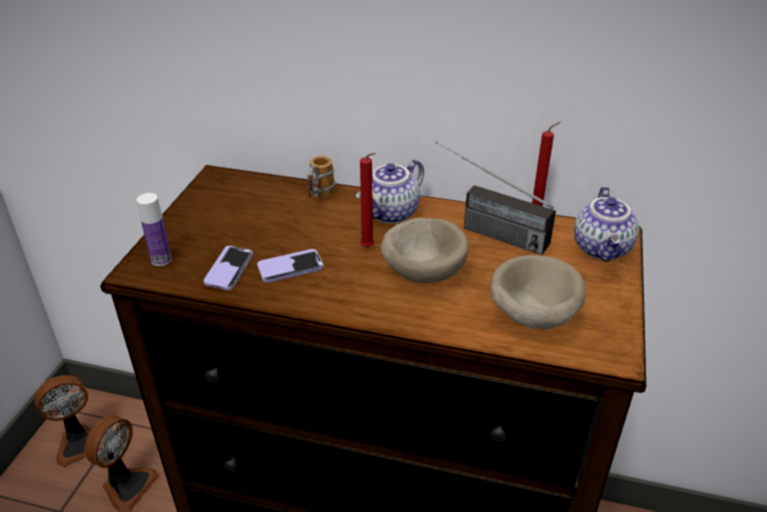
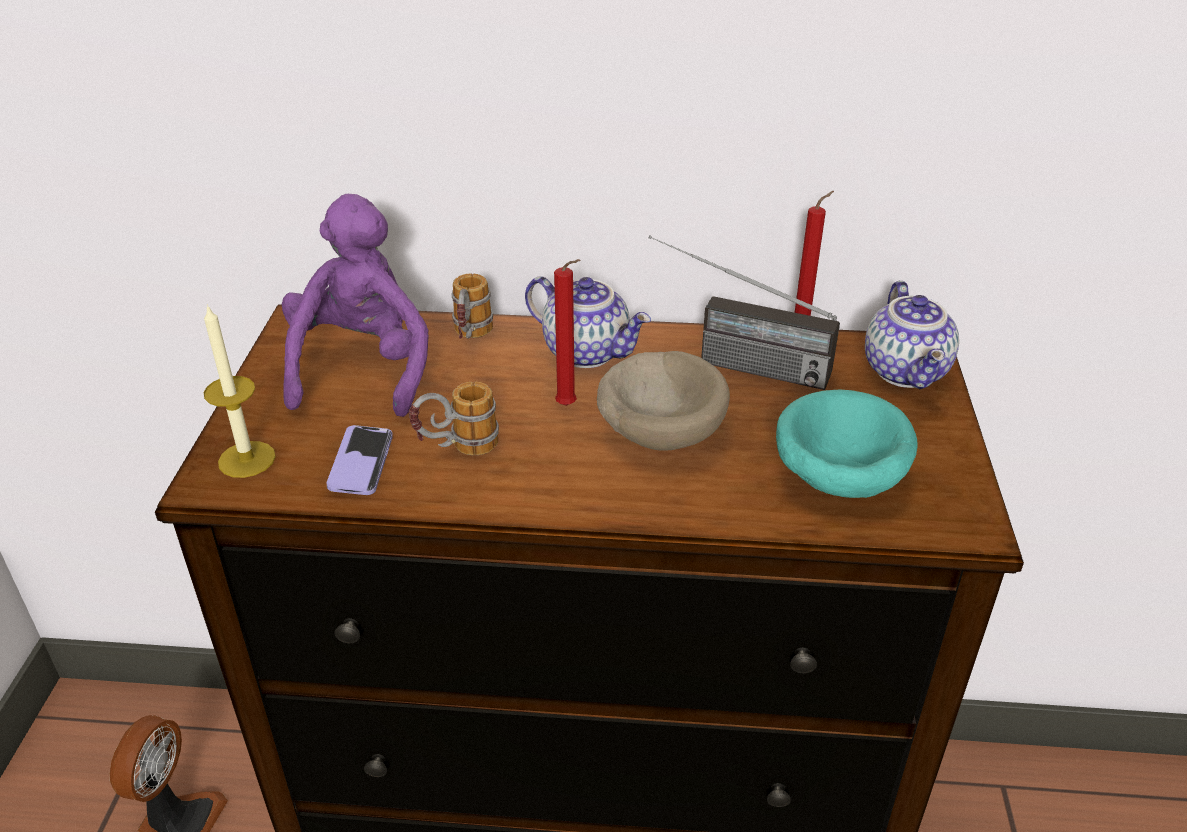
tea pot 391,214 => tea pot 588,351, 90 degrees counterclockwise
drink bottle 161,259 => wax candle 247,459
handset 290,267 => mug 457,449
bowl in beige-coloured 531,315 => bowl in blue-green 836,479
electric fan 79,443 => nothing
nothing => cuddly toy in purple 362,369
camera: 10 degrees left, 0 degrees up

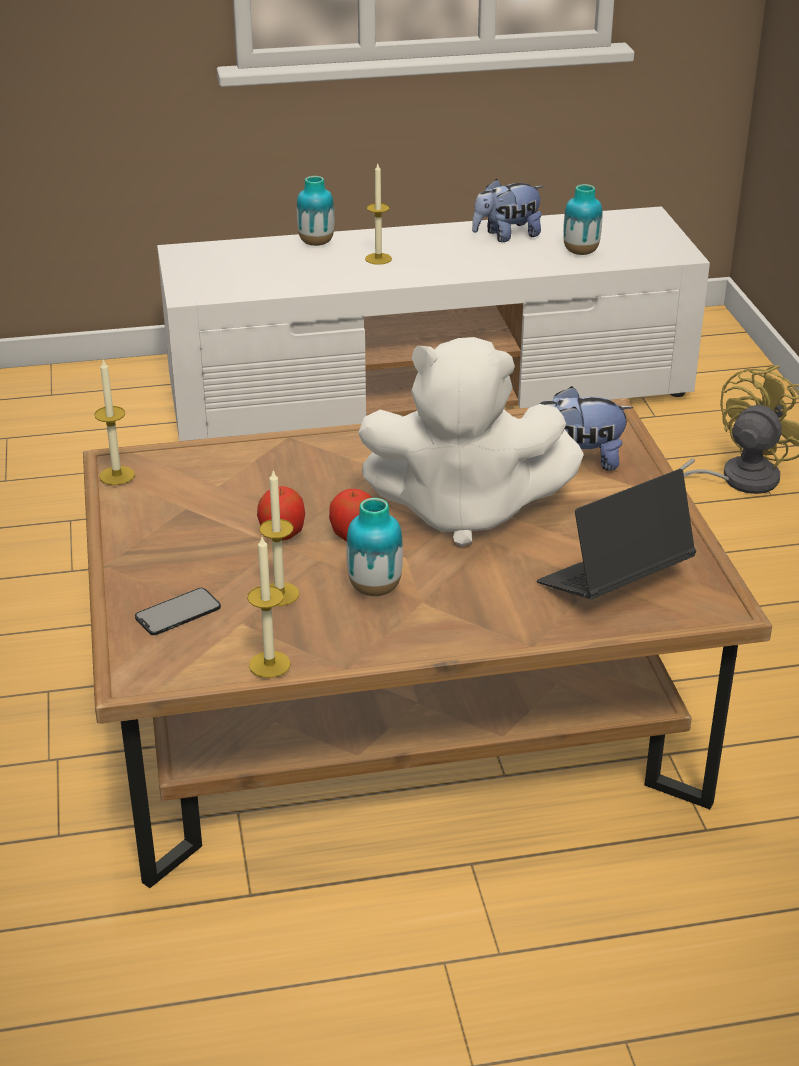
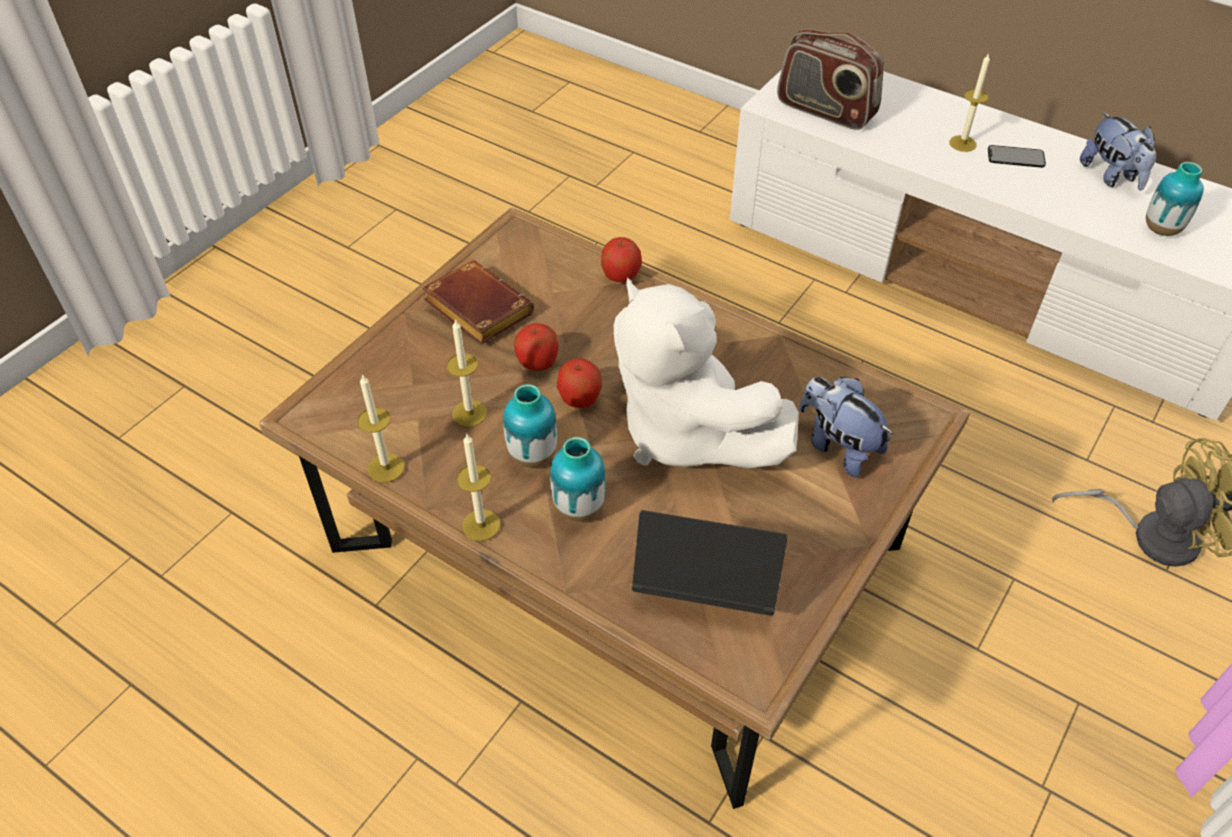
vase 316,243 => vase 579,508, relocated
cuddly toy 506,236 => cuddly toy 1111,176, 135 degrees counterclockwise
wax candle 117,475 => wax candle 481,525, relocated
handset 178,612 => handset 1016,157, relocated
nothing => radio 825,110
nothing => whole apple 621,276
nothing => volume in brownish 474,309
camera: 45 degrees right, 15 degrees up

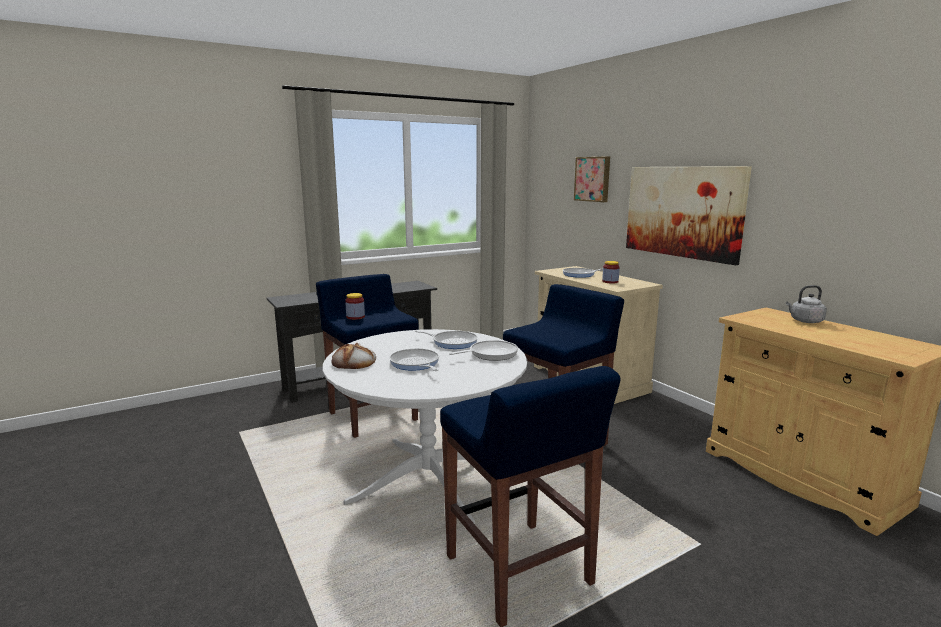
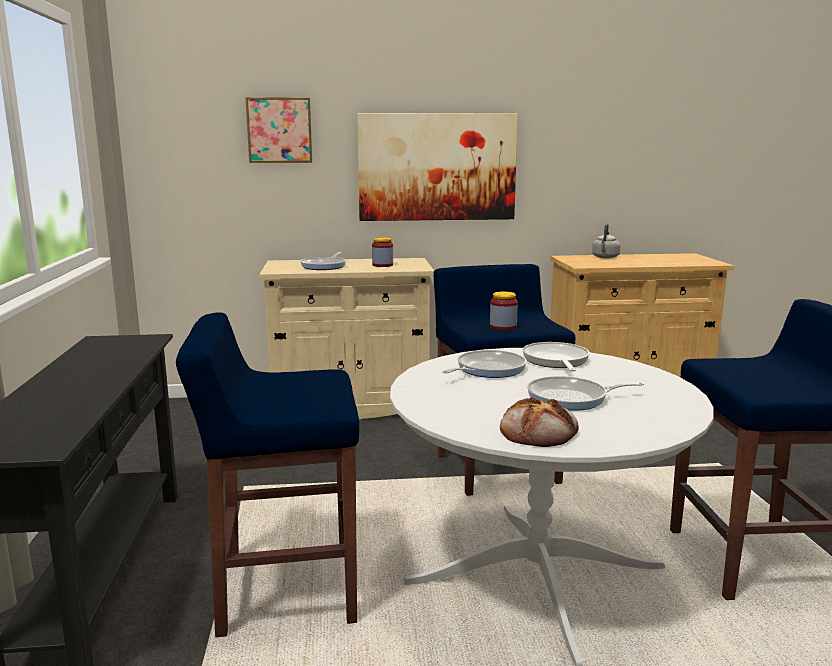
preserve jar 355,317 => preserve jar 503,327, relocated
camera: 65 degrees left, 0 degrees up

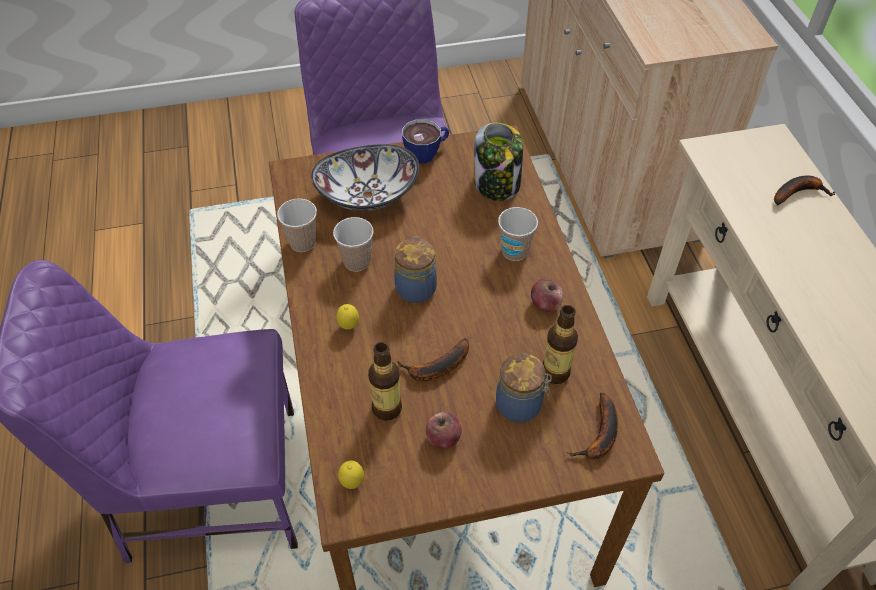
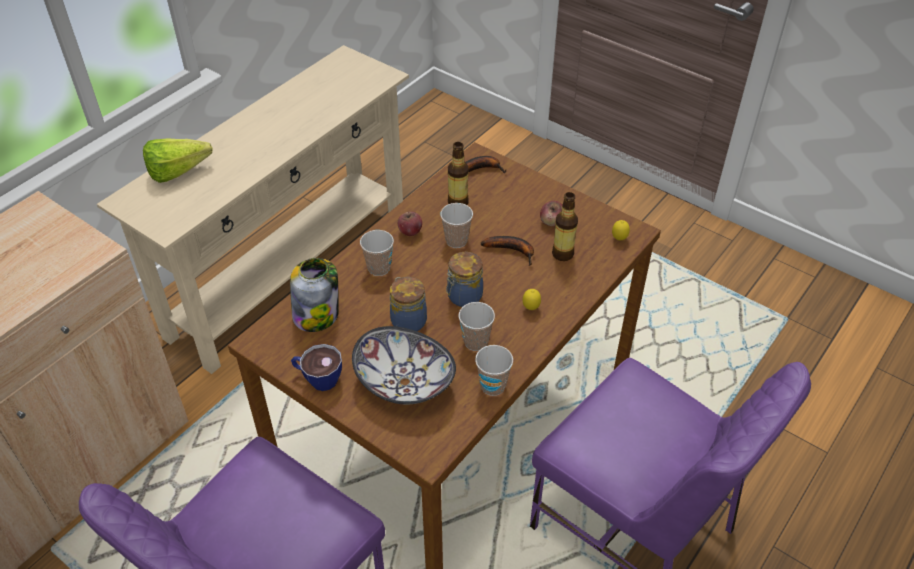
whole banana 798,192 => head of lettuce 183,171
preserve jar 520,405 => preserve jar 408,320, relocated
nothing => drinking cup 456,241
camera: 130 degrees left, 5 degrees down

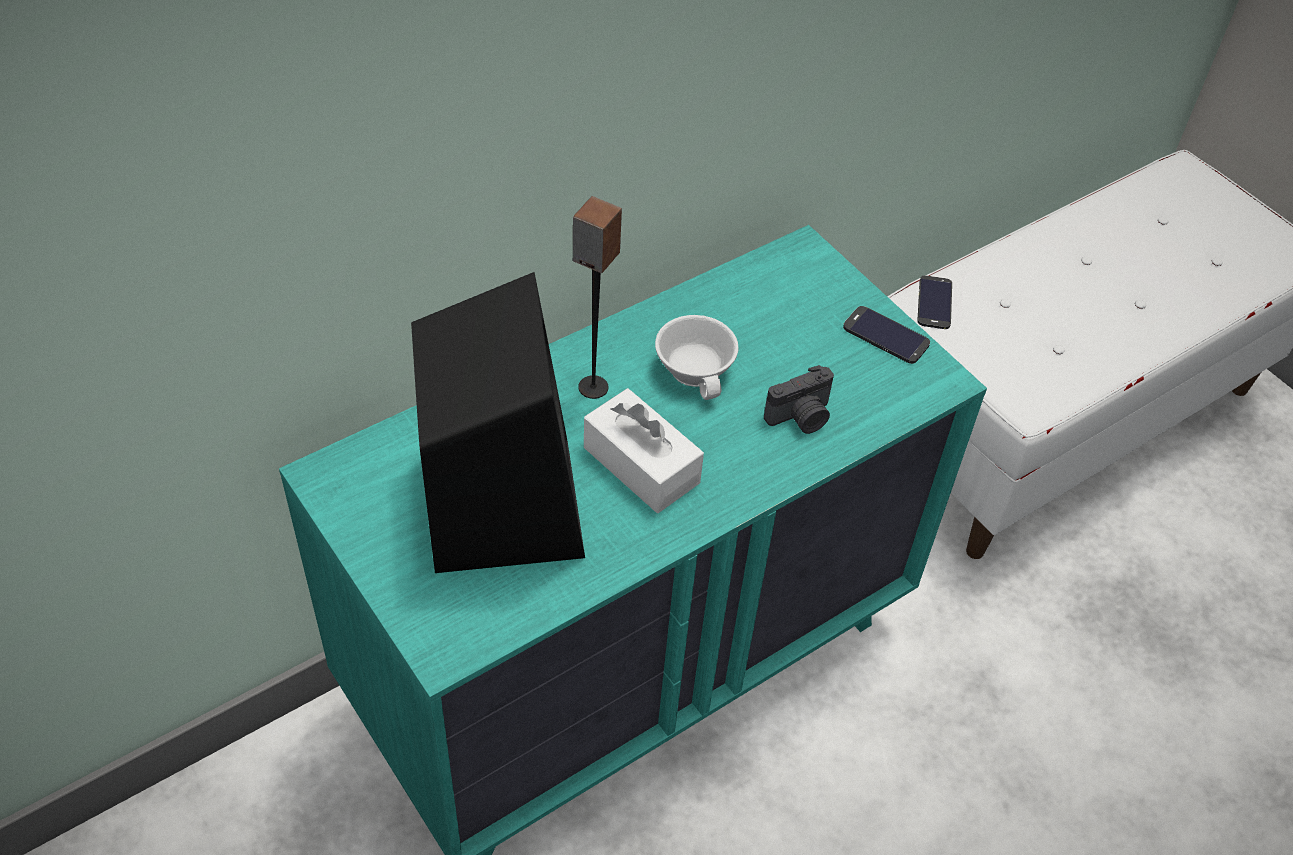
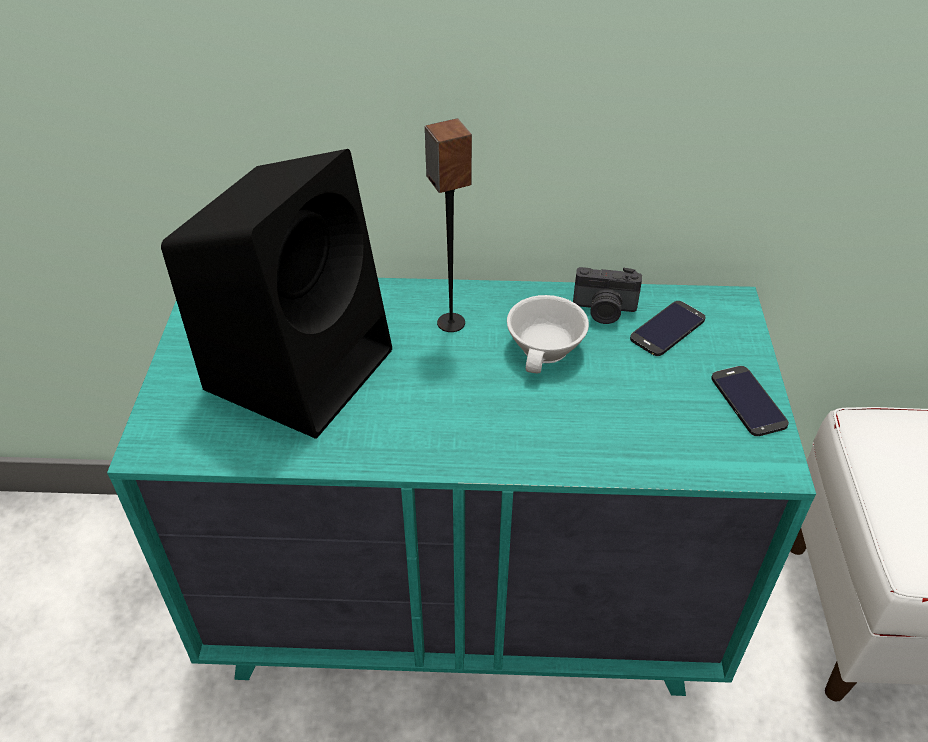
handset 934,303 => handset 667,329, relocated
still camera 801,417 => still camera 604,311, relocated
box of tissues in white 641,465 => nothing
camera: 40 degrees right, 5 degrees down

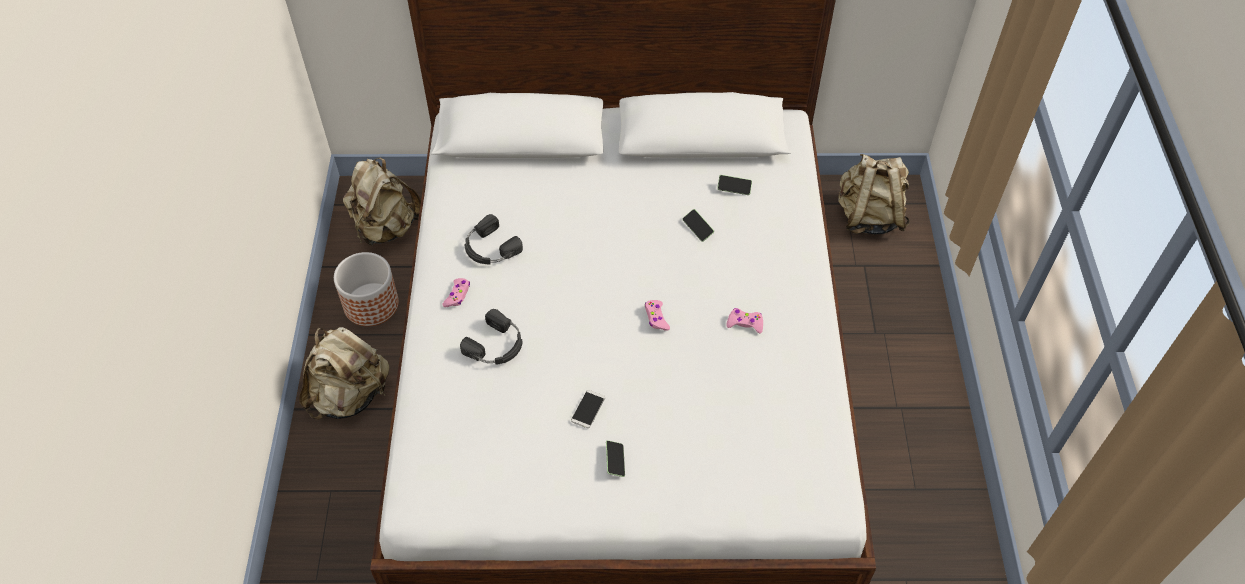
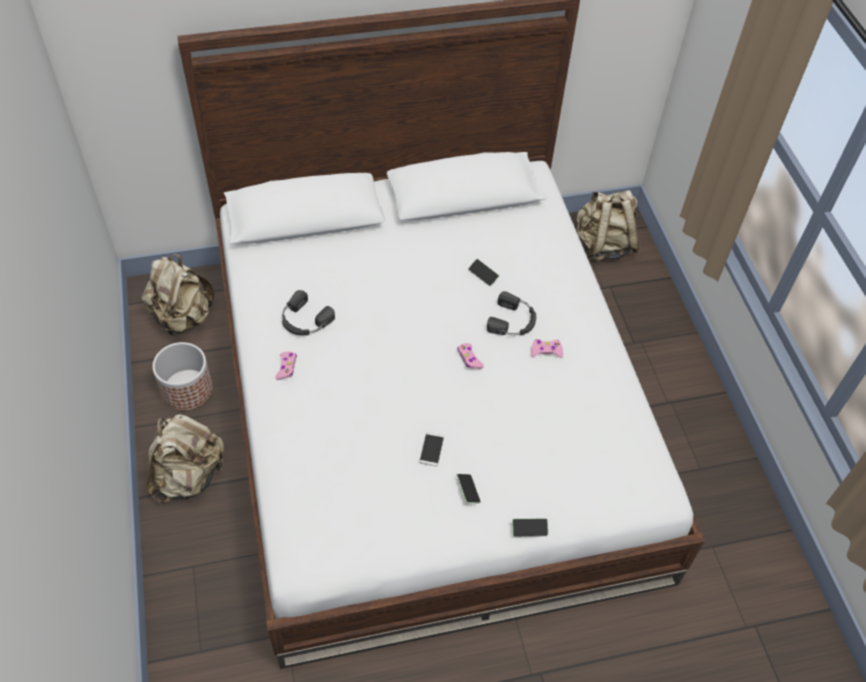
handset 734,188 => handset 529,529, relocated
pair of headphones in black-coloured 496,345 => pair of headphones in black-coloured 513,321, relocated
camera: 15 degrees left, 0 degrees up

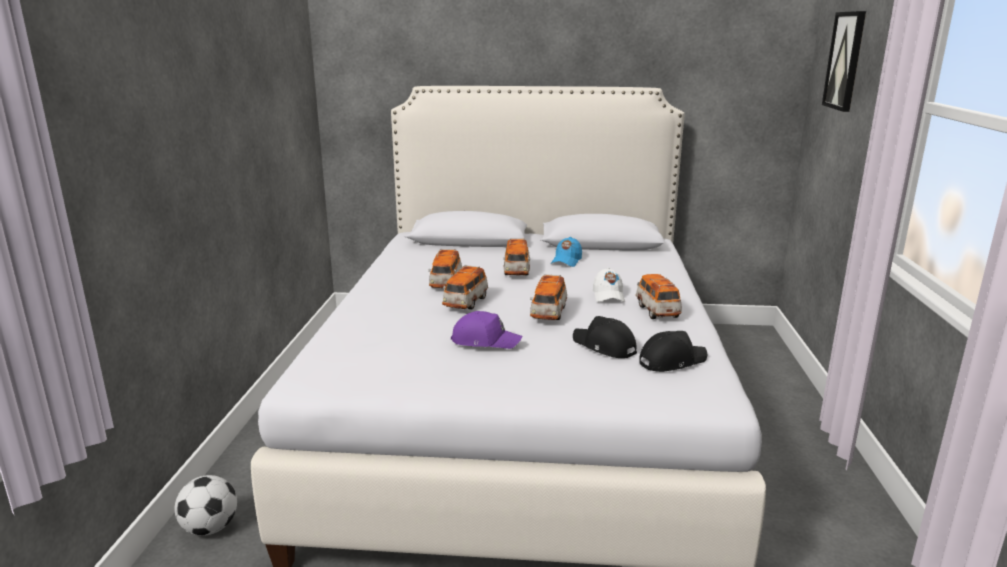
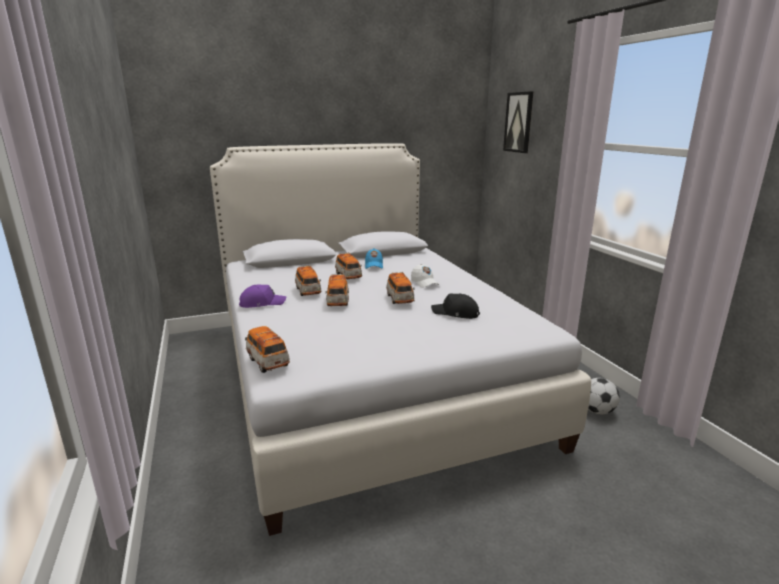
miniature car 657,311 => miniature car 267,362, relocated
cap in purple 485,340 => cap in purple 262,303, relocated
cap in black-coloured 671,361 => nothing
football 210,528 => football 597,411, relocated
camera: 25 degrees left, 0 degrees up

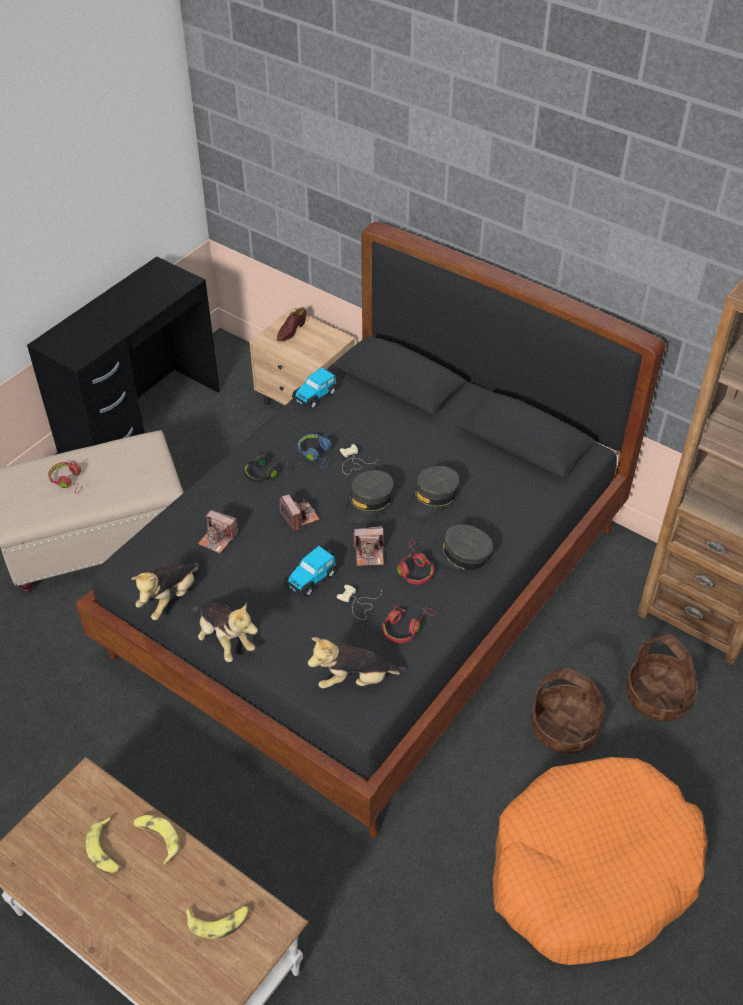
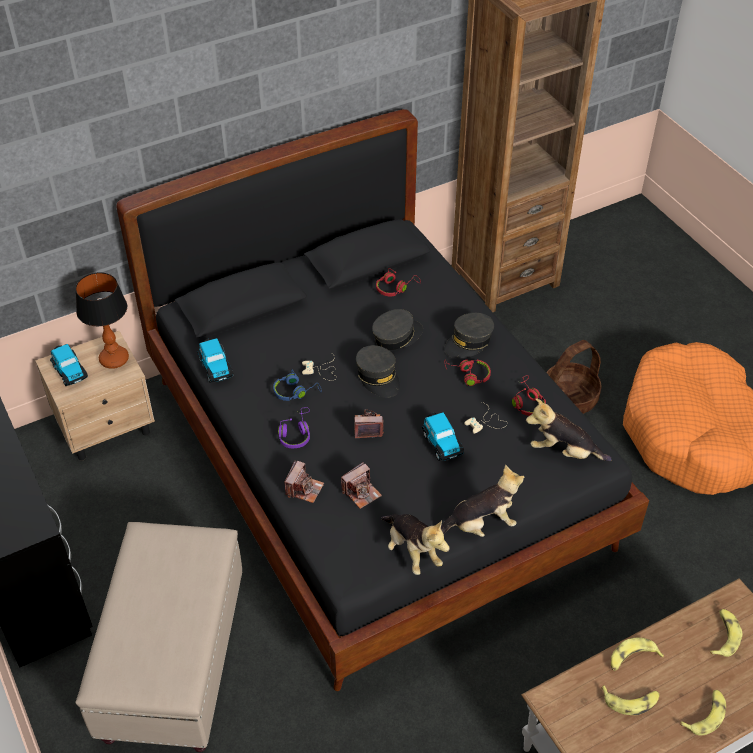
low shoe in brownish 291,330 => miniature car 70,371
pair of headphones in black-coloured 266,472 => pair of headphones in purple 295,433
pair of headphones in reddish 69,481 => pair of headphones in reddish 395,288, relocated
cap in greyish 433,498 => cap in greyish 397,336, 105 degrees counterclockwise
still camera 369,553 => still camera 304,489, relocated
basket 658,696 => nothing
cuddly toy 355,679 => cuddly toy 563,451, 90 degrees clockwise
nothing => lamp for a table 114,359
nothing => whole banana 705,715
camera: 65 degrees left, 0 degrees up

